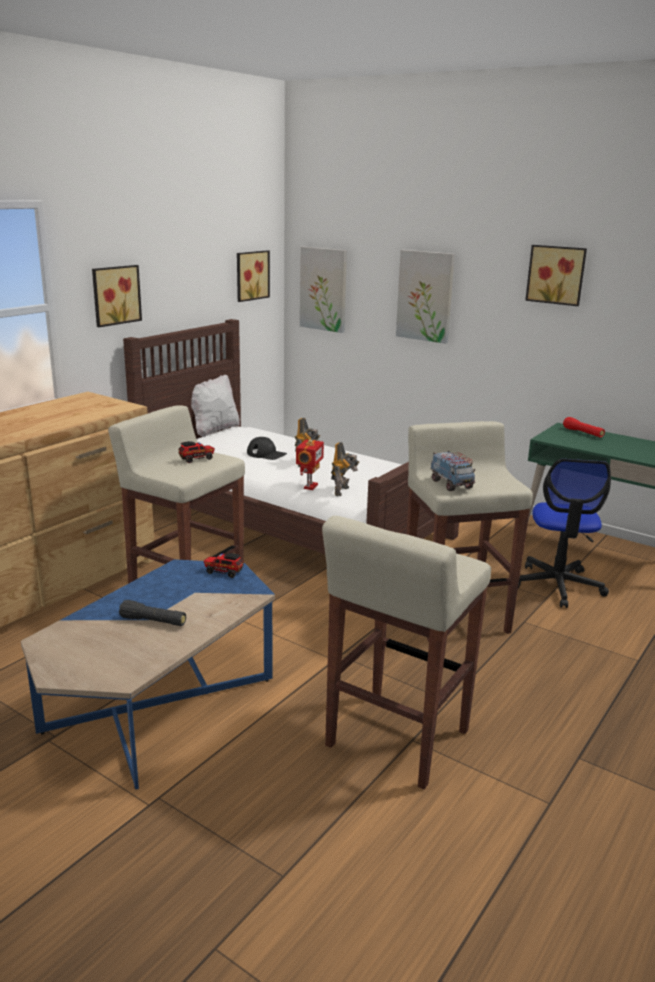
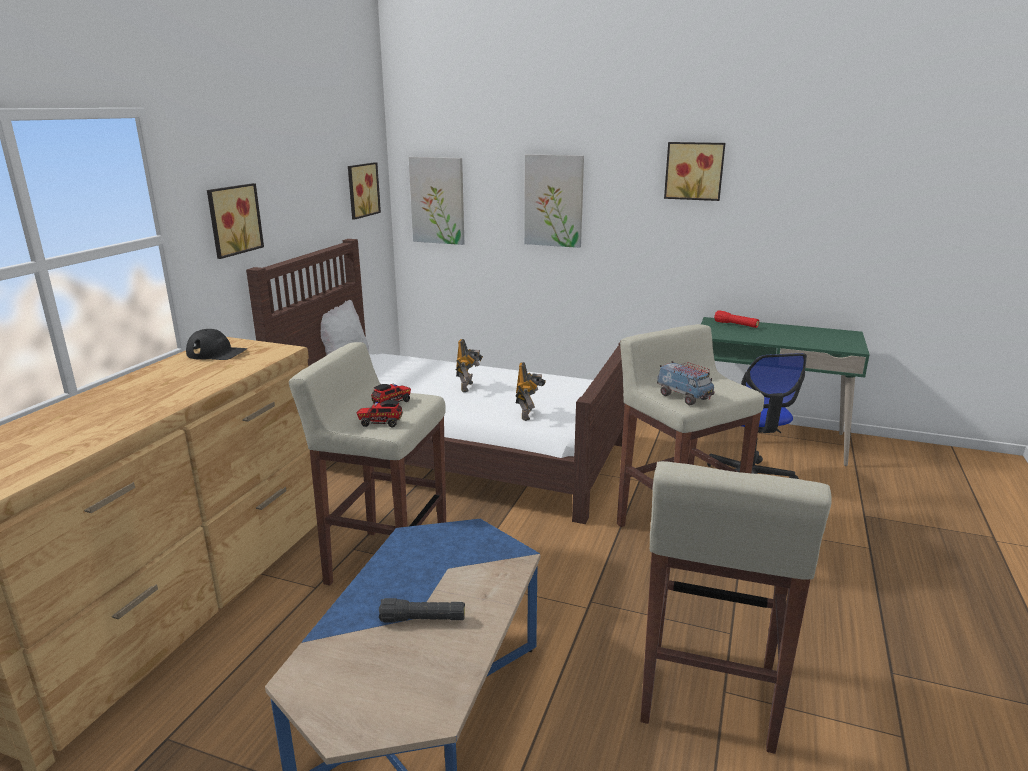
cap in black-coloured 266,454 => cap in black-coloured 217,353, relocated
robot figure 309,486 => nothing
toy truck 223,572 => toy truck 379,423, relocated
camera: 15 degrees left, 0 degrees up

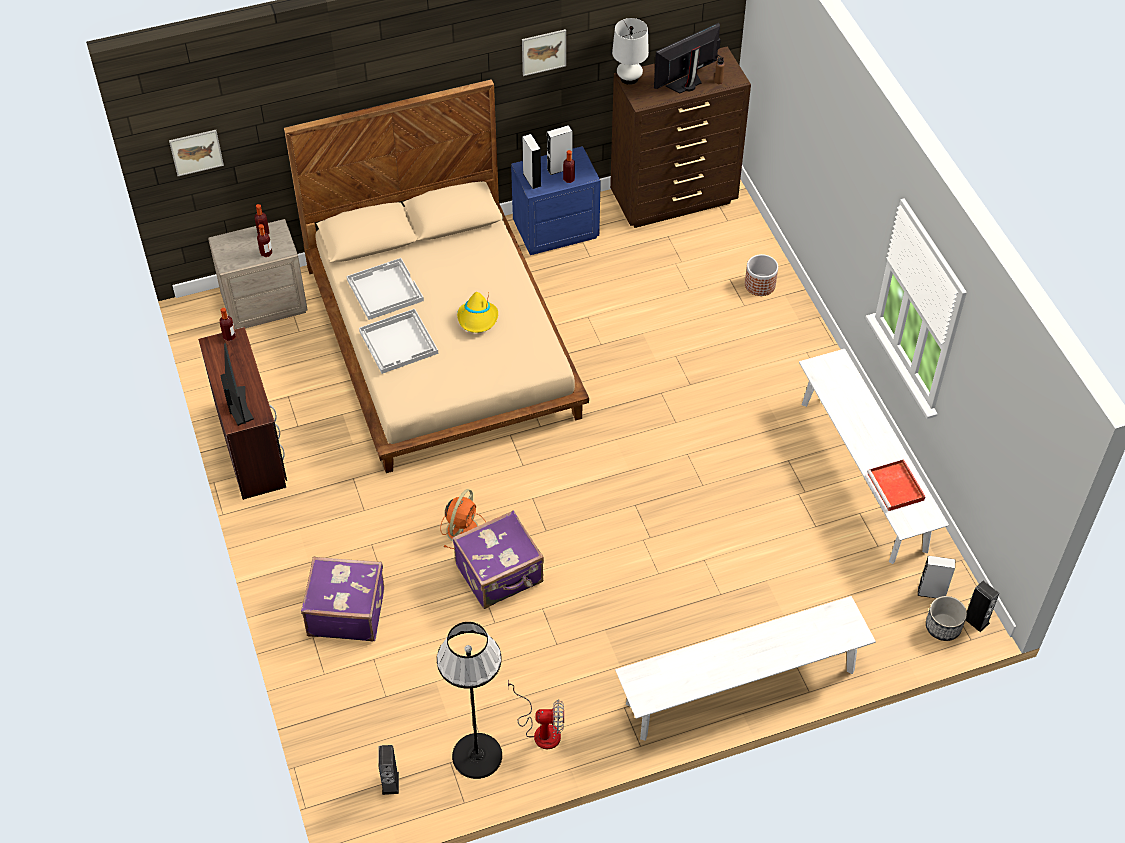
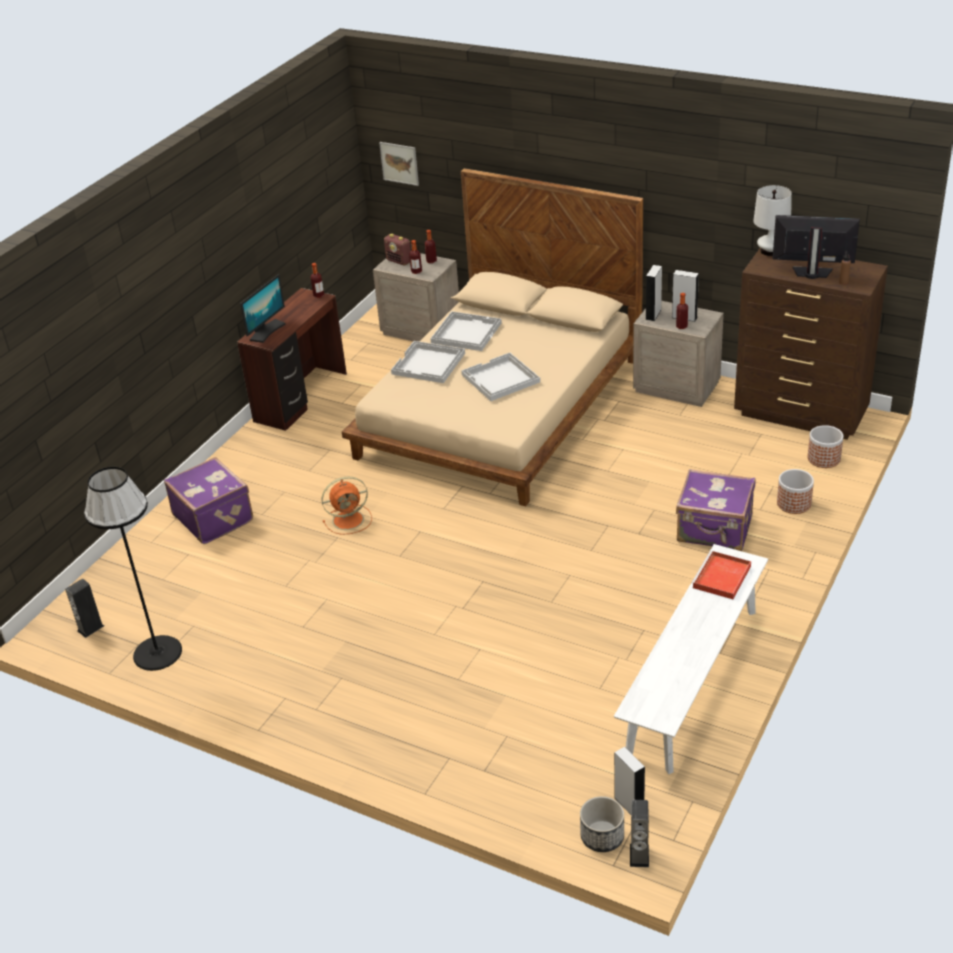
picture 543,52 => nothing
night table in bluish 555,230 => night table in beige-coloured 677,386
wearable hat in yellow-coloured 478,319 => serving tray in white 500,379
serving tray in reddish 896,487 => serving tray in reddish 721,578, relocated
piece of luggage in purple 500,575 => piece of luggage in purple 714,530, relocated
indoor bench in white 740,687 => nothing
electric fan 541,729 => nothing
nothing => radio 399,261
nothing => plant pot 823,458
camera: 50 degrees right, 15 degrees down

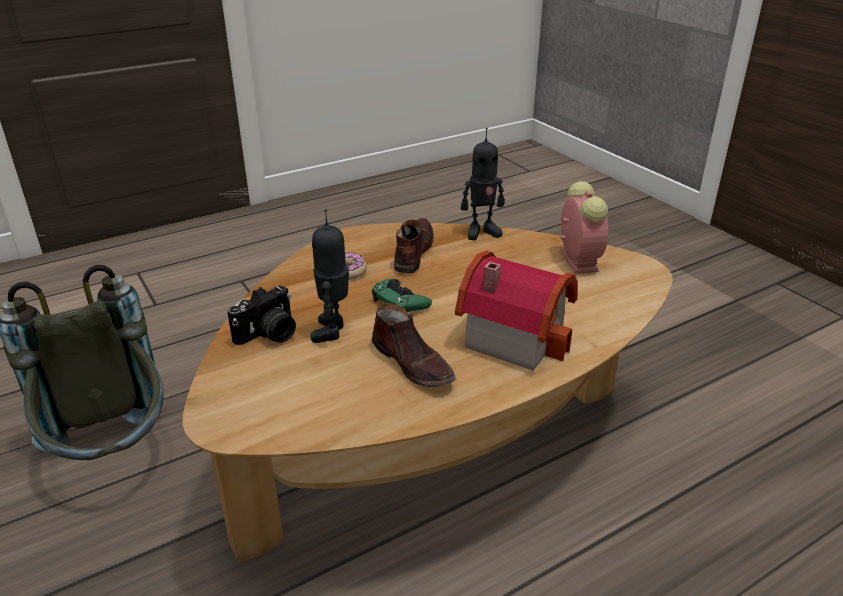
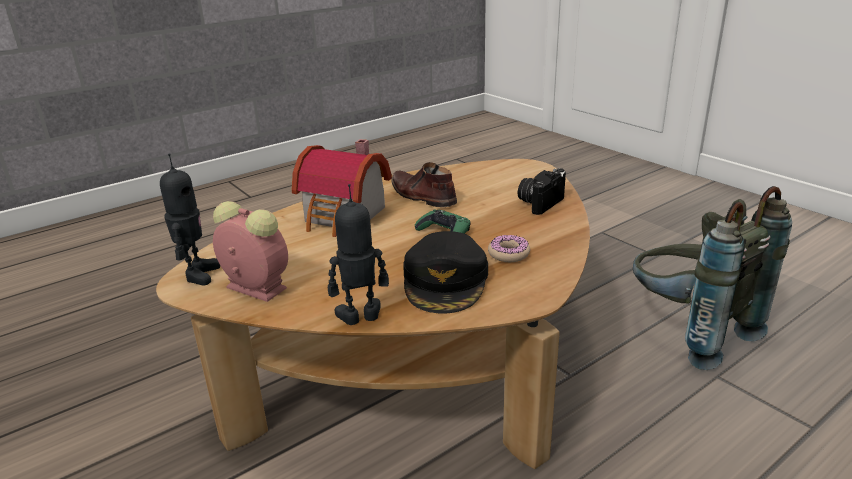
bedside clock 577,259 => bedside clock 254,287, 135 degrees clockwise
robot figure 333,331 => robot figure 198,274, relocated
low shoe in brownish 412,252 => cap in black-coloured 446,281
camera: 175 degrees right, 5 degrees down

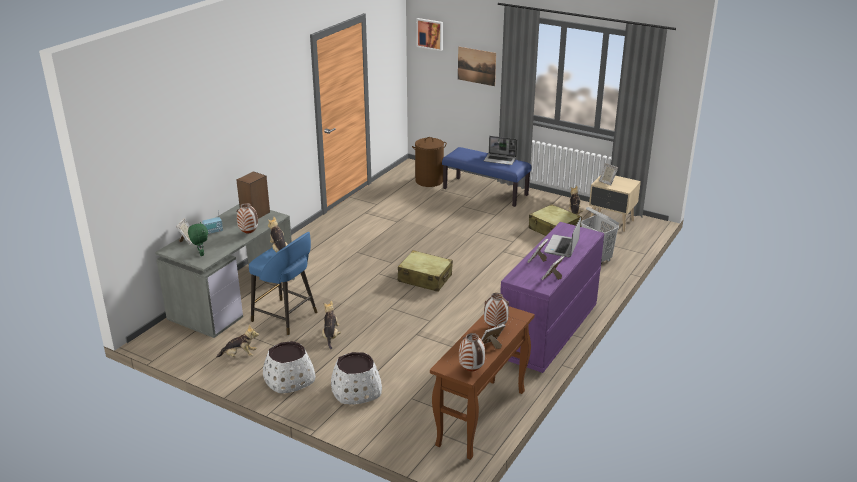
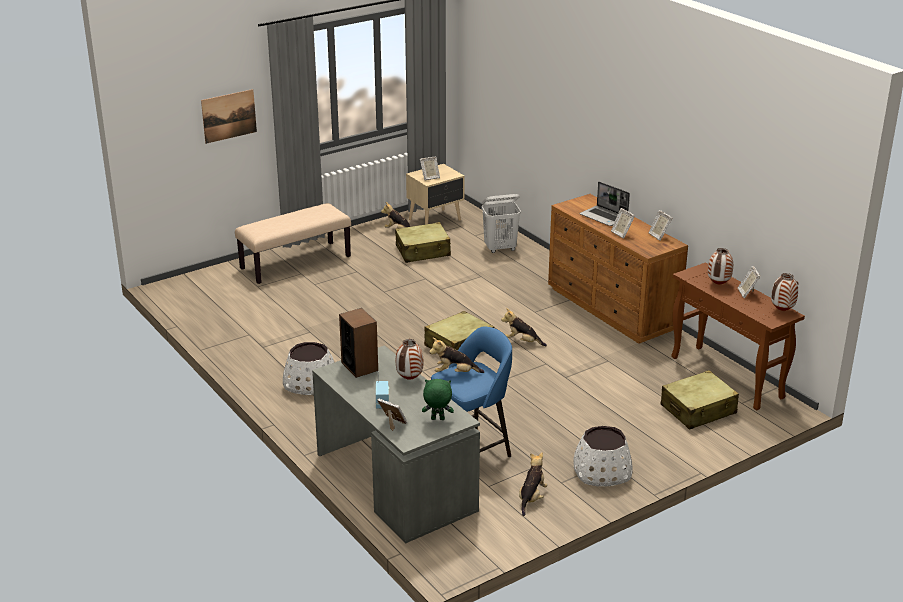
picture 430,34 => nothing
portable computer 500,160 => nothing
hamper in brownish 429,181 => nothing
indoor bench in bluish 486,192 => indoor bench in beige-coloured 295,262
drawer chest in purple 548,333 => drawer chest in brownish 612,309
cuddly toy 331,336 => cuddly toy 522,342, relocated
plant pot in white 356,391 => plant pot in white 310,383, relocated
nothing => piece of luggage in beige-coloured 698,410
camera: 65 degrees left, 0 degrees up

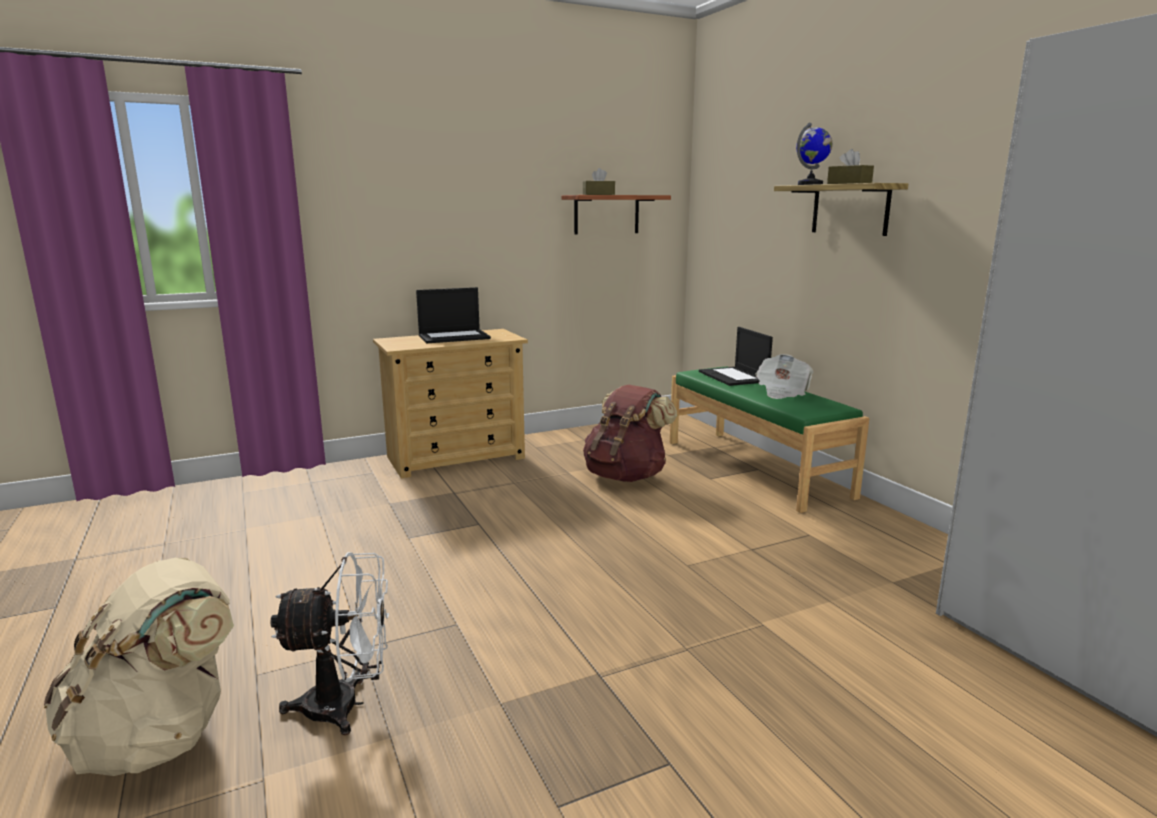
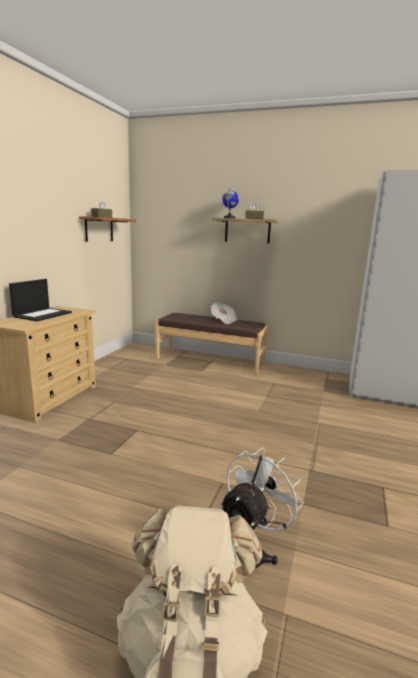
portable computer 734,377 => nothing
indoor bench in green 755,467 => indoor bench in brownish 210,360
rucksack in brownish 626,476 => nothing
camera: 45 degrees left, 0 degrees up

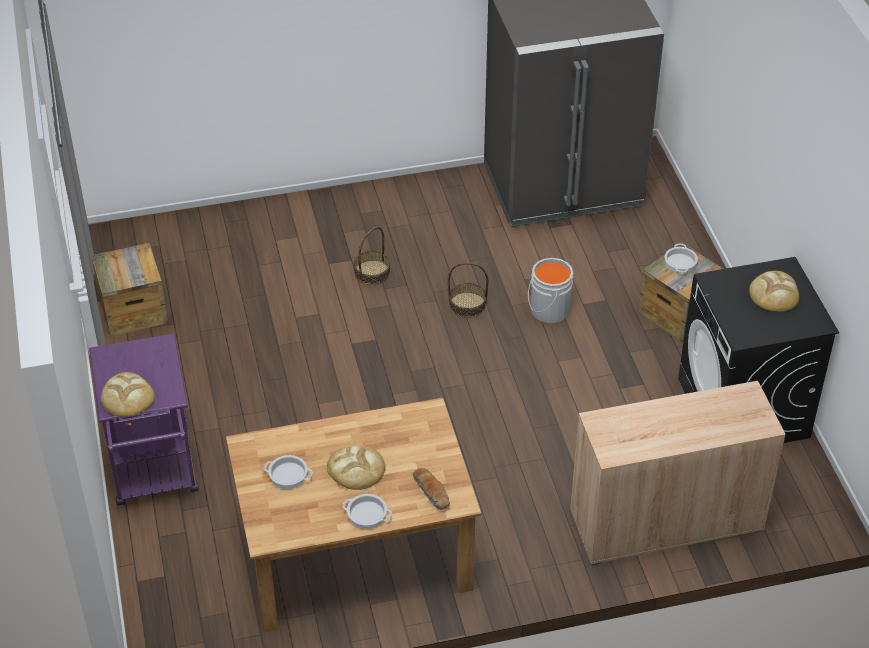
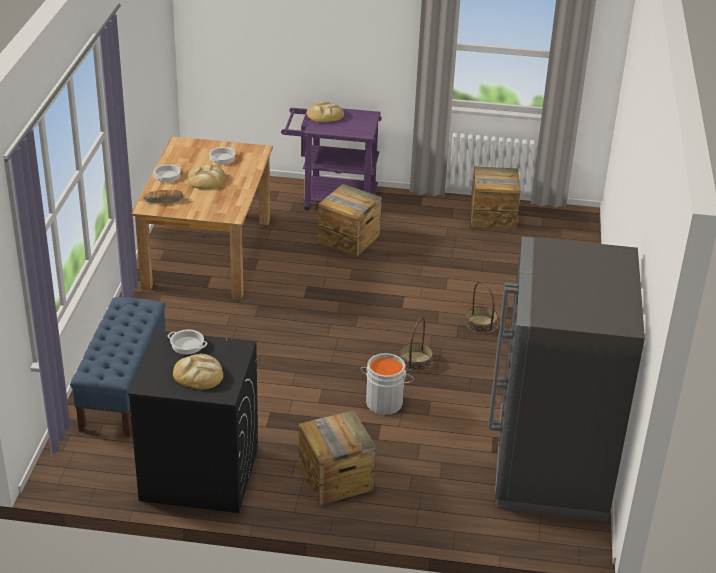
cooking pot 680,263 => cooking pot 187,345, relocated
storage cabinet in beige-coloured 666,521 => indoor bench in bluish 124,389
nothing => shipping crate 348,239
camera: 110 degrees right, 10 degrees down

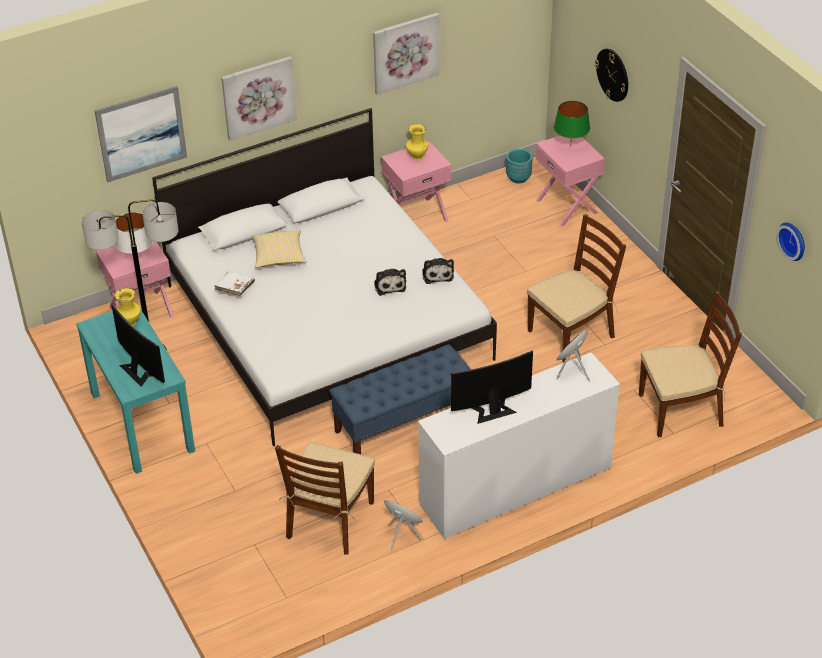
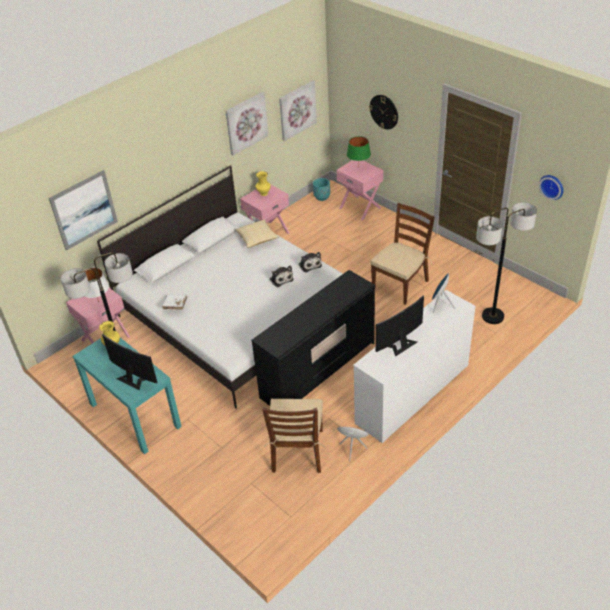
picture 258,97 => picture 297,110, relocated
cushion 279,257 => cushion 257,239, relocated
upright chair in brownish 681,410 => floor lamp 493,316
indoor bench in bluish 403,423 => drawer chest in black-coloured 318,370
camera: 15 degrees left, 0 degrees up

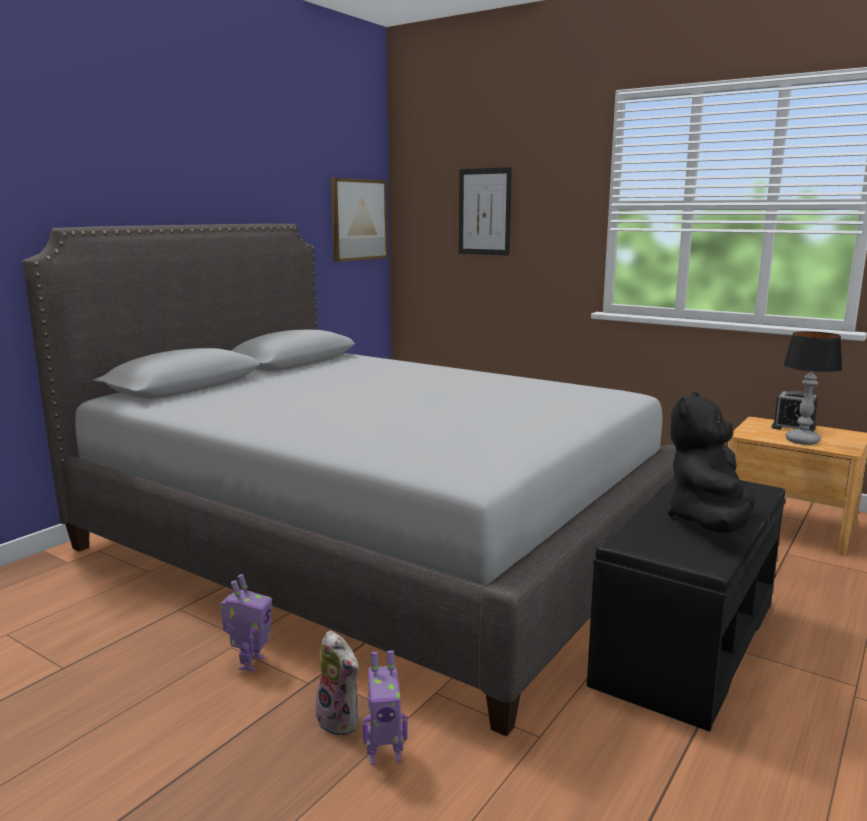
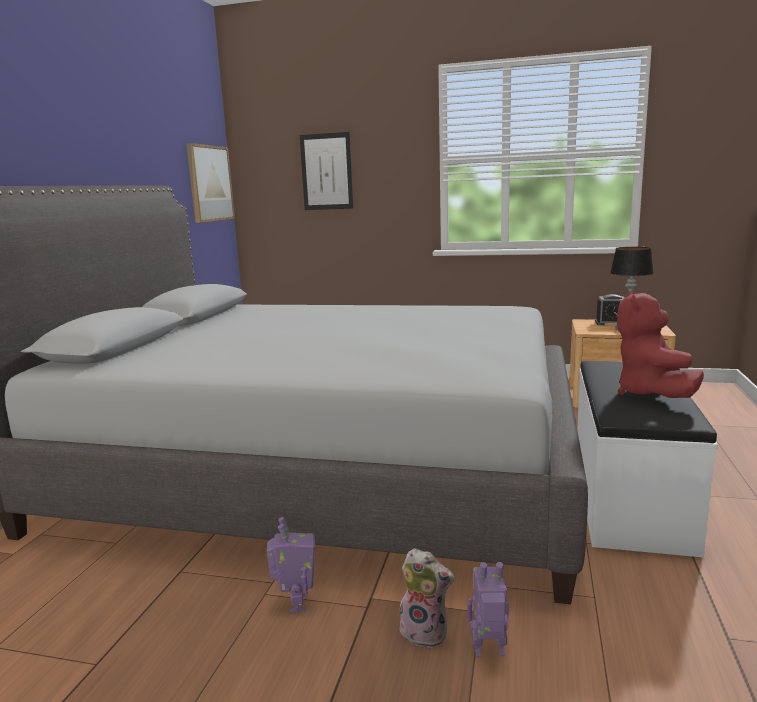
cuddly toy in black-coloured 709,522 => cuddly toy in reddish 651,394
indoor bench in black-coloured 684,642 => indoor bench in white 627,495
robot figure 384,755 => robot figure 489,651, 150 degrees counterclockwise
camera: 20 degrees left, 0 degrees up

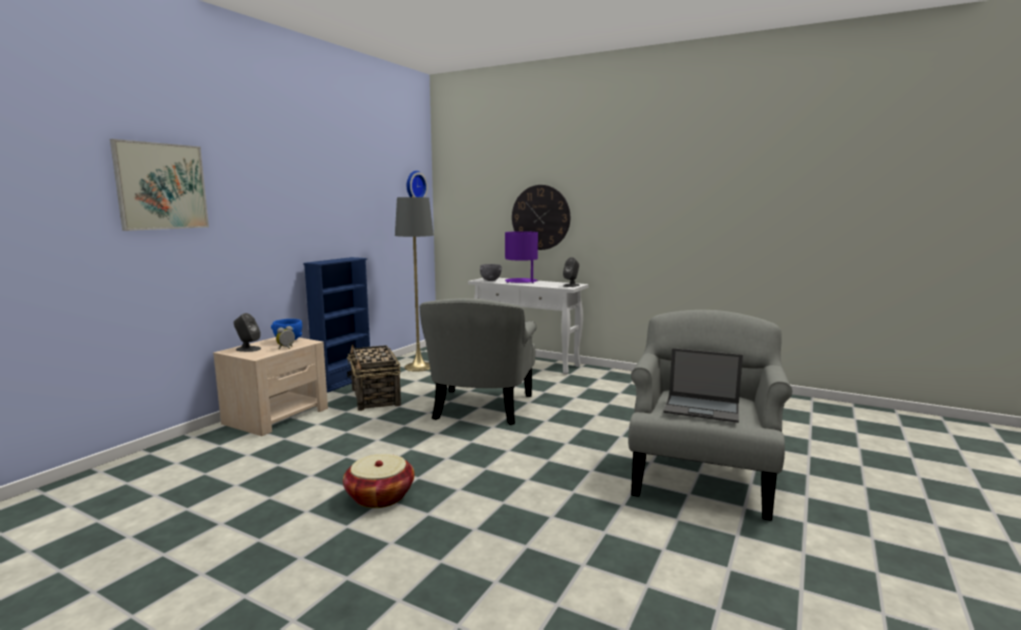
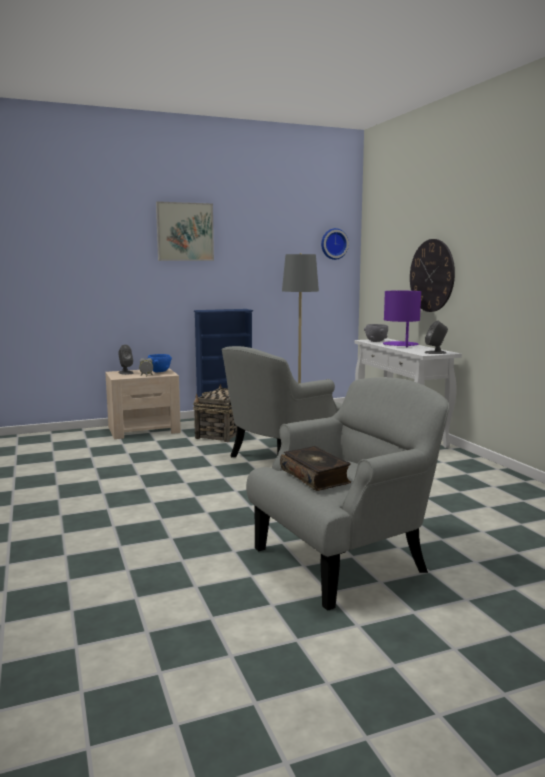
picture 161,186 => picture 185,232, relocated
portable computer 702,408 => volume 315,476
basket 380,496 => nothing
camera: 40 degrees right, 0 degrees up

